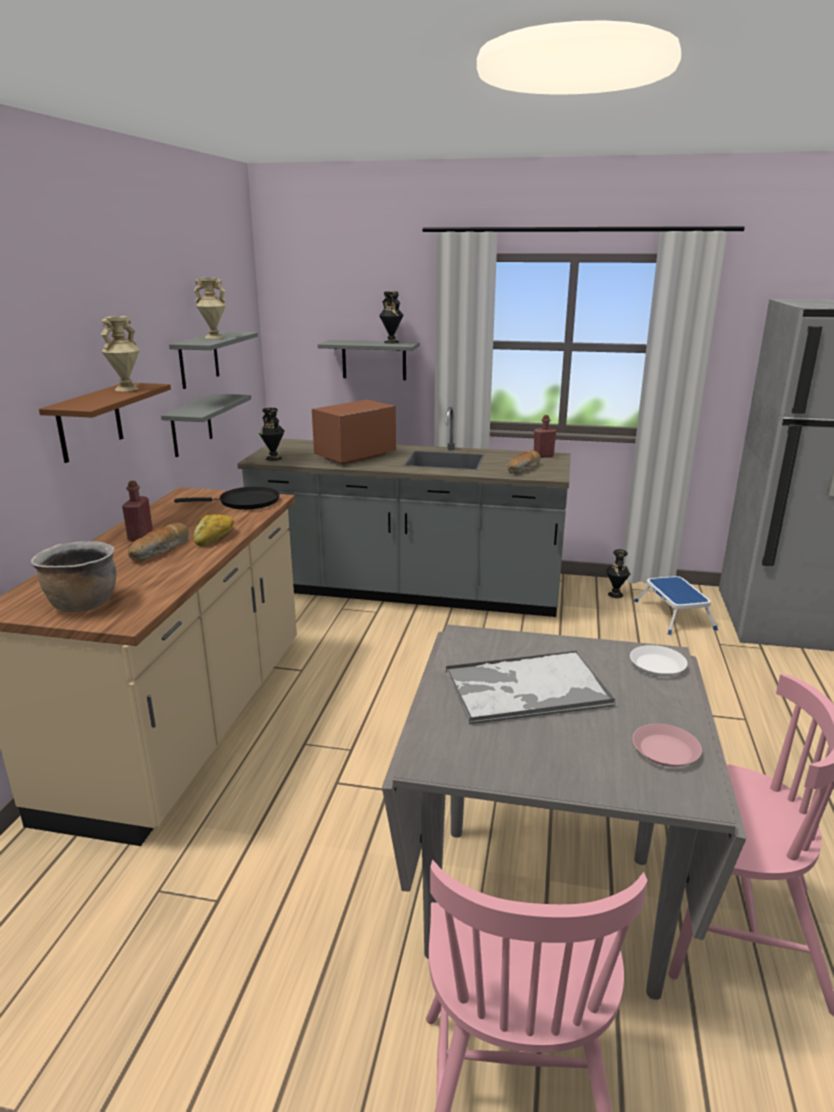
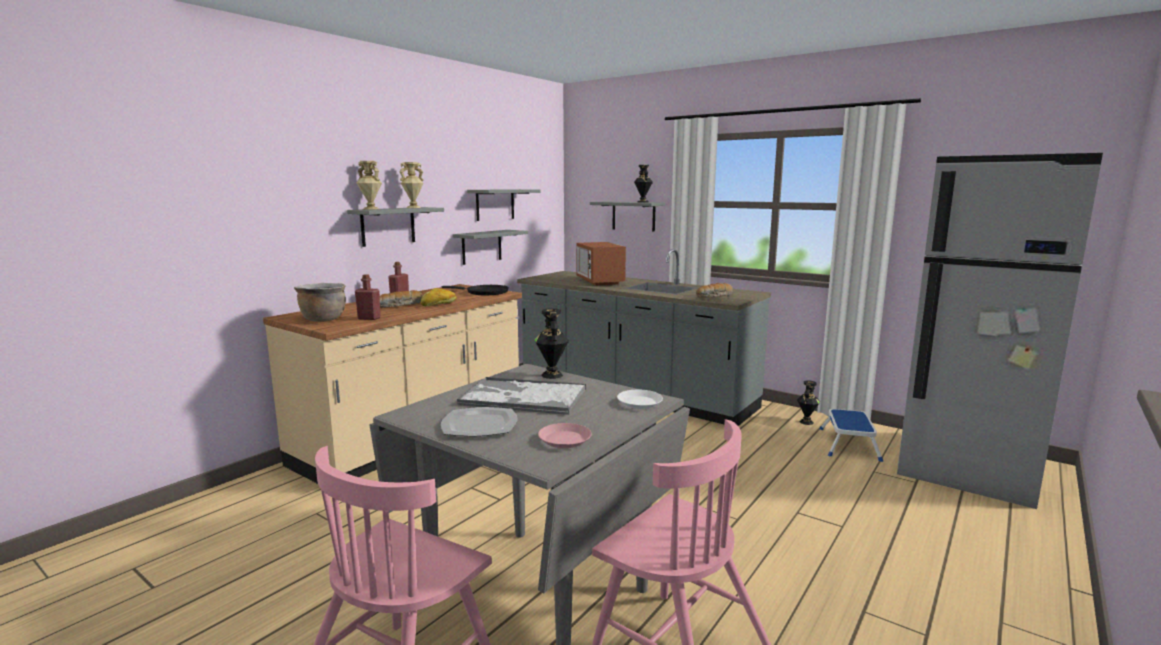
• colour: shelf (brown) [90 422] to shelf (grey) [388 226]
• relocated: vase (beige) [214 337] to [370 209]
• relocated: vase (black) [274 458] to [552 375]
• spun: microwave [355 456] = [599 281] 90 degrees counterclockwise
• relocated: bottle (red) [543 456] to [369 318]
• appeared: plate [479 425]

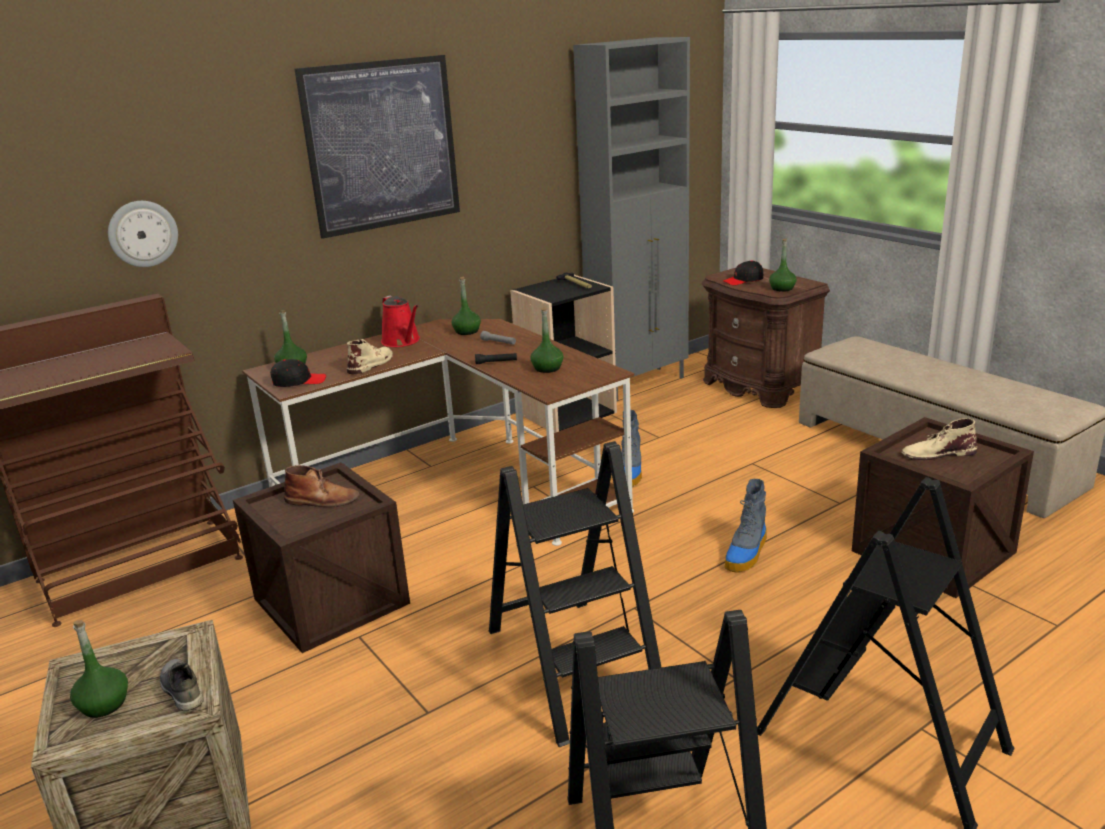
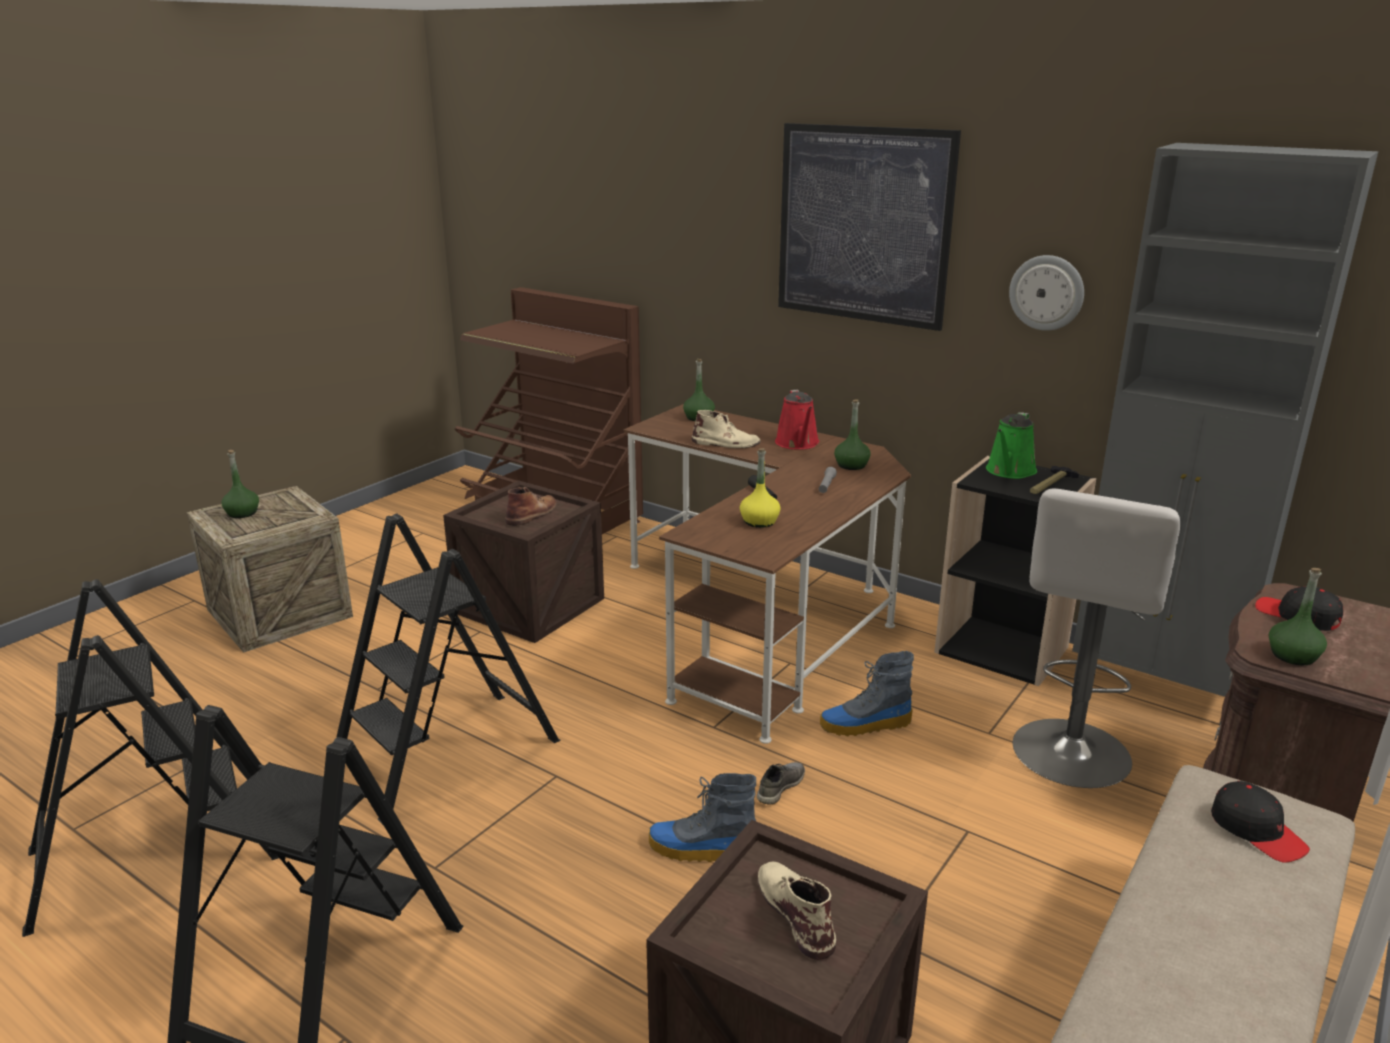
• relocated: wall clock [143 233] to [1047 292]
• relocated: shoe (grey) [181 691] to [779 787]
• relocated: cap (black) [298 381] to [1257 831]
• spun: boot (brown) [322 500] = [533 514] 135 degrees counterclockwise
• spun: watering can (red) [402 341] = [798 444] 45 degrees counterclockwise
• colour: bottle (green) [547 368] to bottle (yellow) [759 521]
• appeared: watering can (green) [1009 471]
• appeared: stool (white) [1069 753]

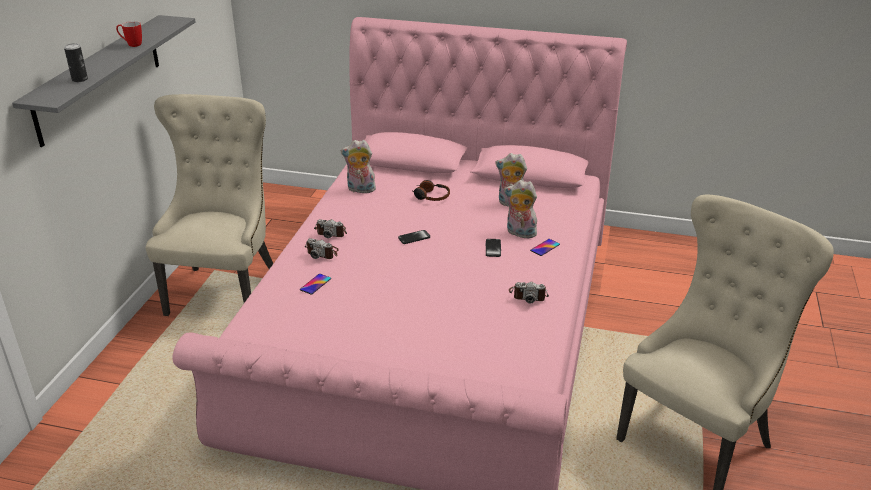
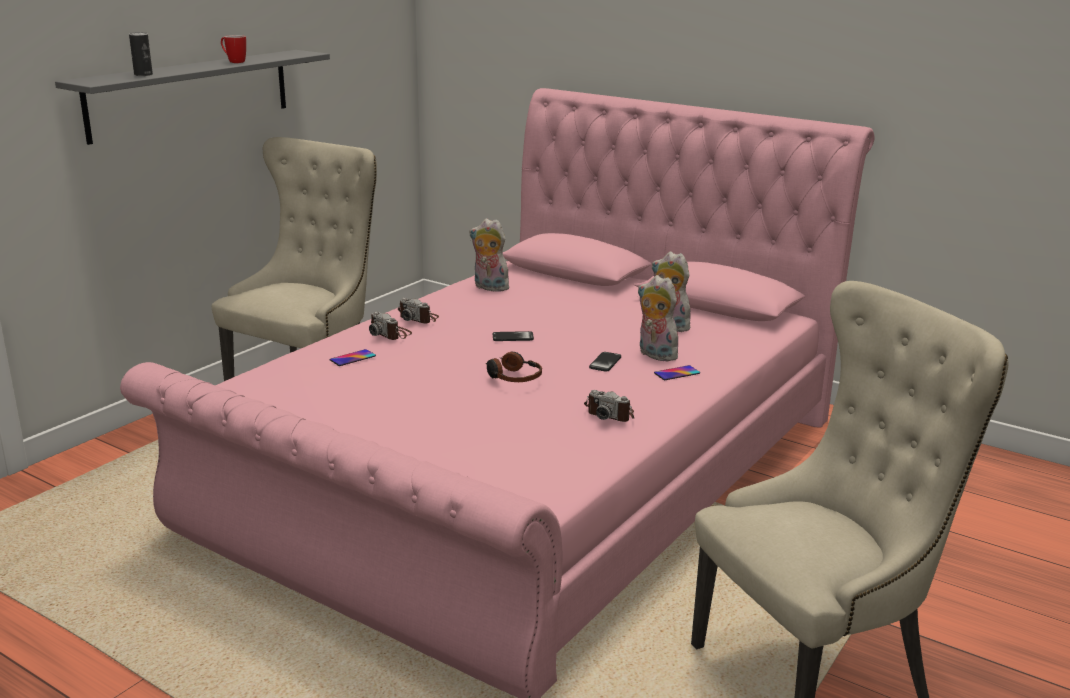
• relocated: headphones [431 196] to [513 377]

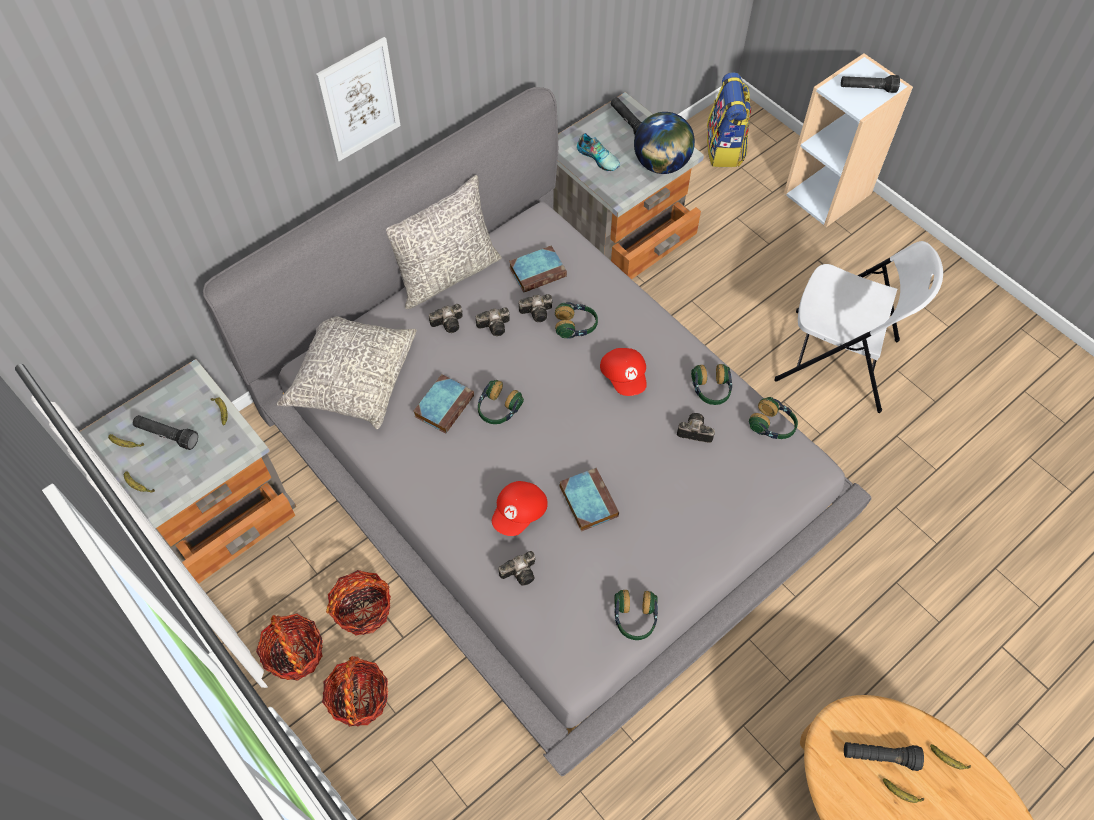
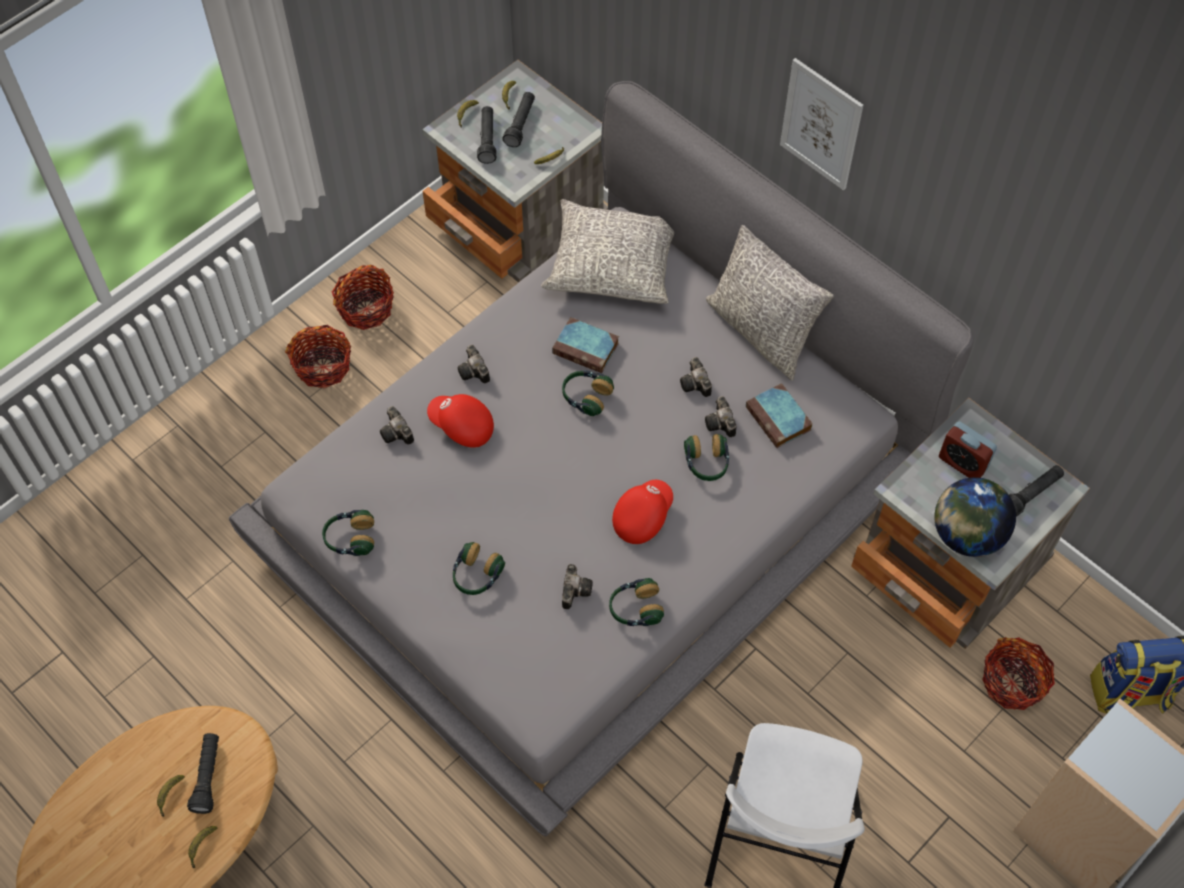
• relocated: basket [363 609] to [1012 682]
• relocated: photo camera [449 323] to [475 372]
• missing: book [587 500]
• exchanged: shoe [598 157] to alarm clock [962 463]
• spun: cap (red) [624 377] = [642 516] 150 degrees clockwise
• relocated: headphones [772 425] to [476 576]
• relocated: flashlight (black) [867 89] to [487 139]

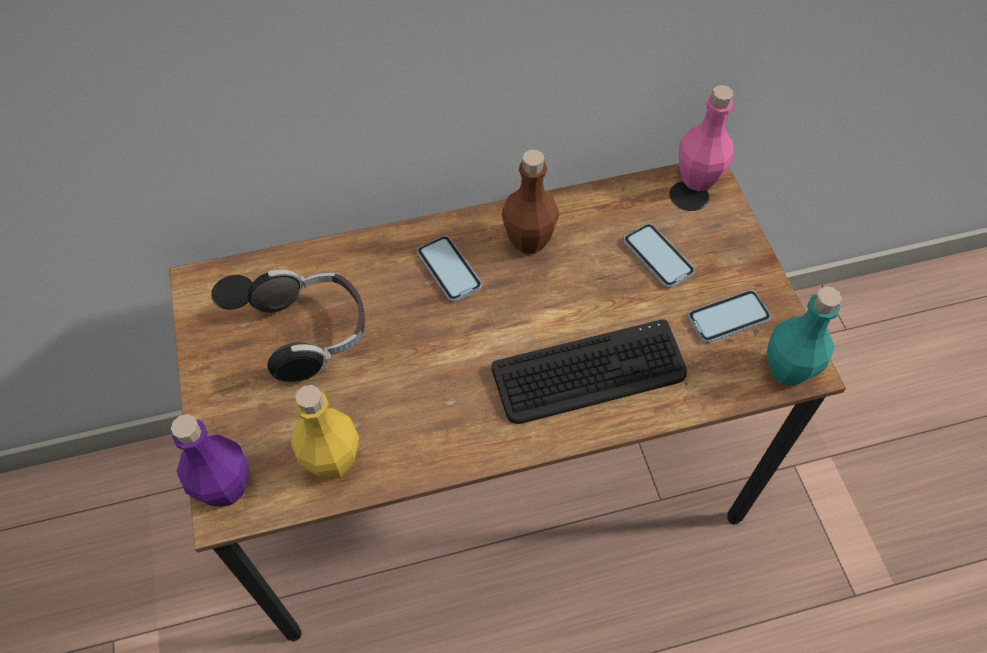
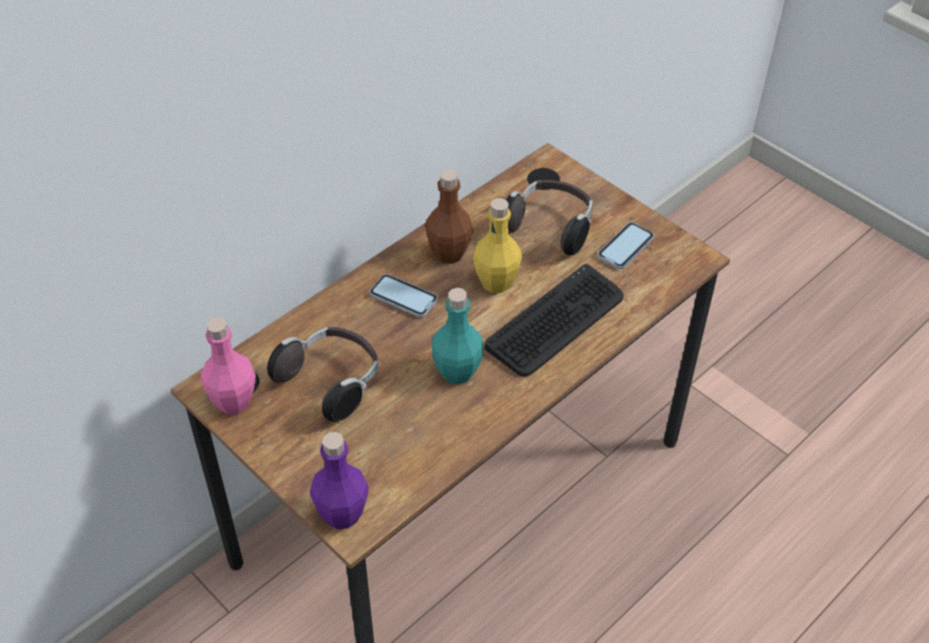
• relocated: bottle (yellow) [332 461] to [496 282]
• exchanged: phone [658 257] to headphones [550 227]
• relocated: bottle (pink) [698 179] to [233 401]
• relocated: bottle (turquoise) [787 369] to [457 372]

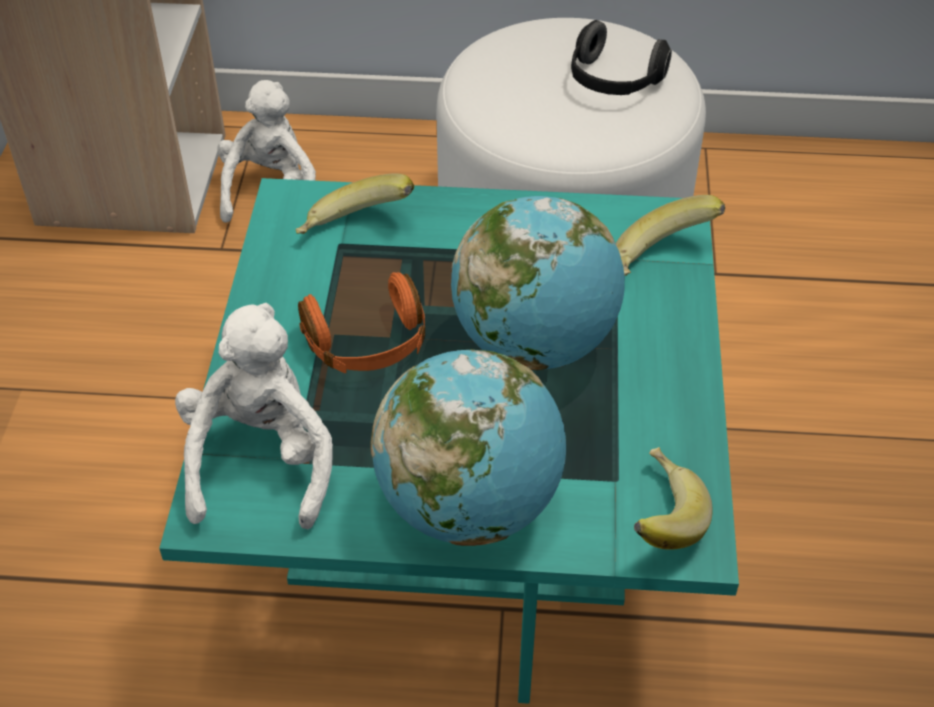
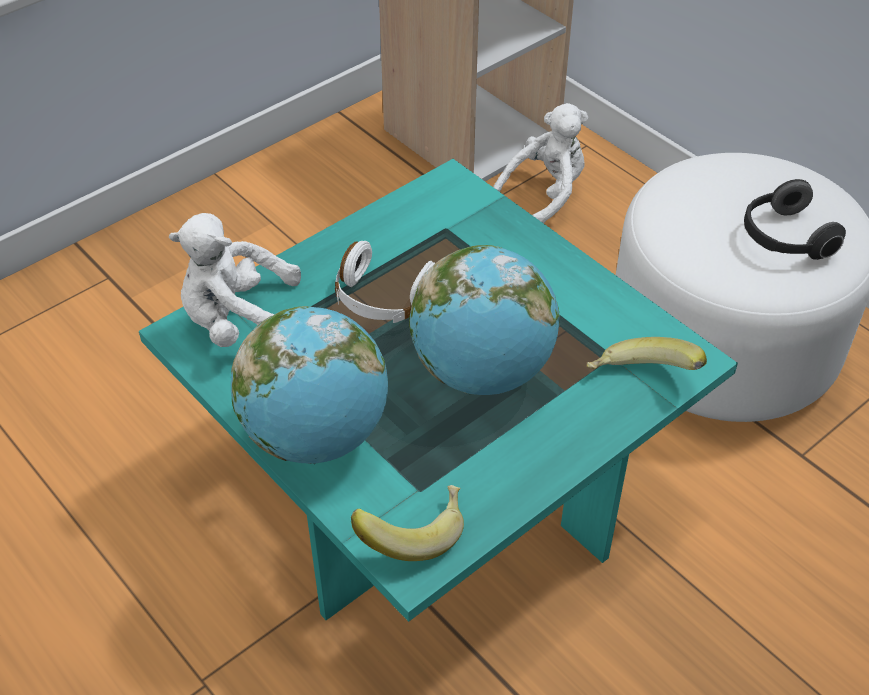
• spun: plush toy (white) [261 461] = [242 323] 150 degrees counterclockwise
• missing: banana [355 230]
• colour: headphones (orange) [368 344] to headphones (white) [383 300]

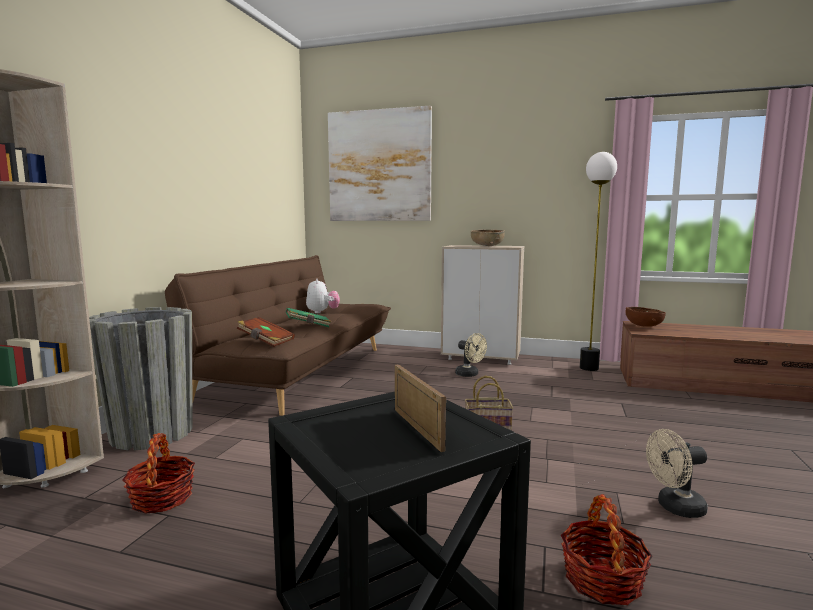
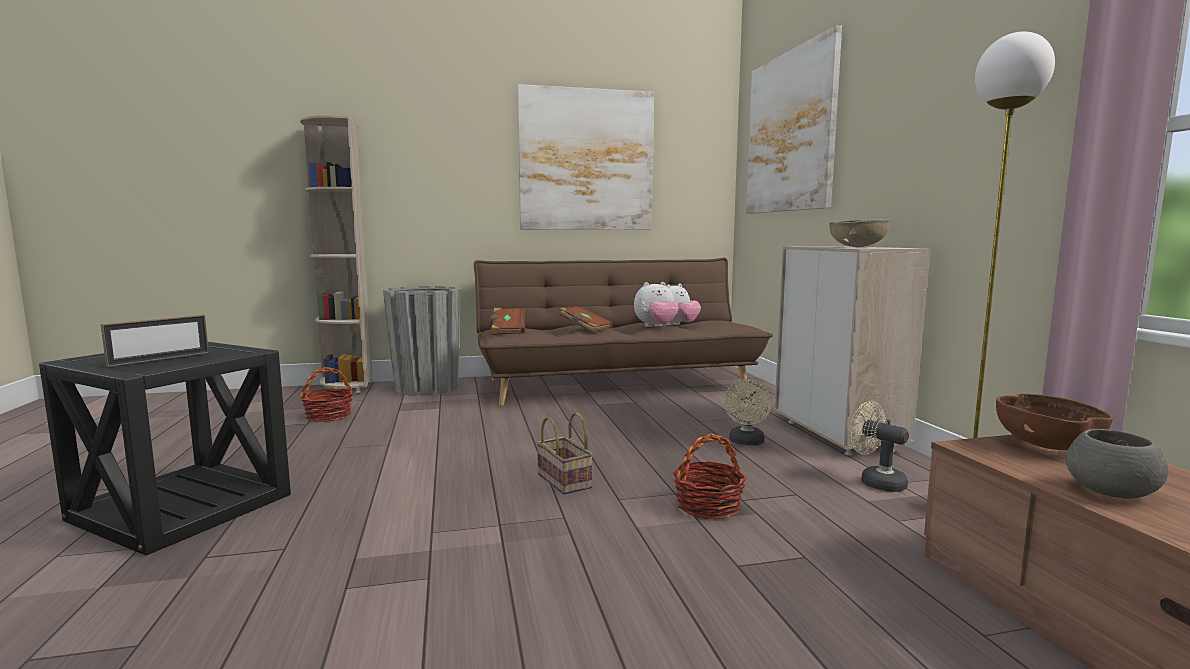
• colour: book (green) [308 326] to book (brown) [585 329]
• relocated: basket [602 580] to [708 506]
• relocated: fan (beige) [675 508] to [876 482]
• appeared: picture [586 160]
• appeared: plush toy [656 327]
• appeared: bowl (grey) [1109 492]

